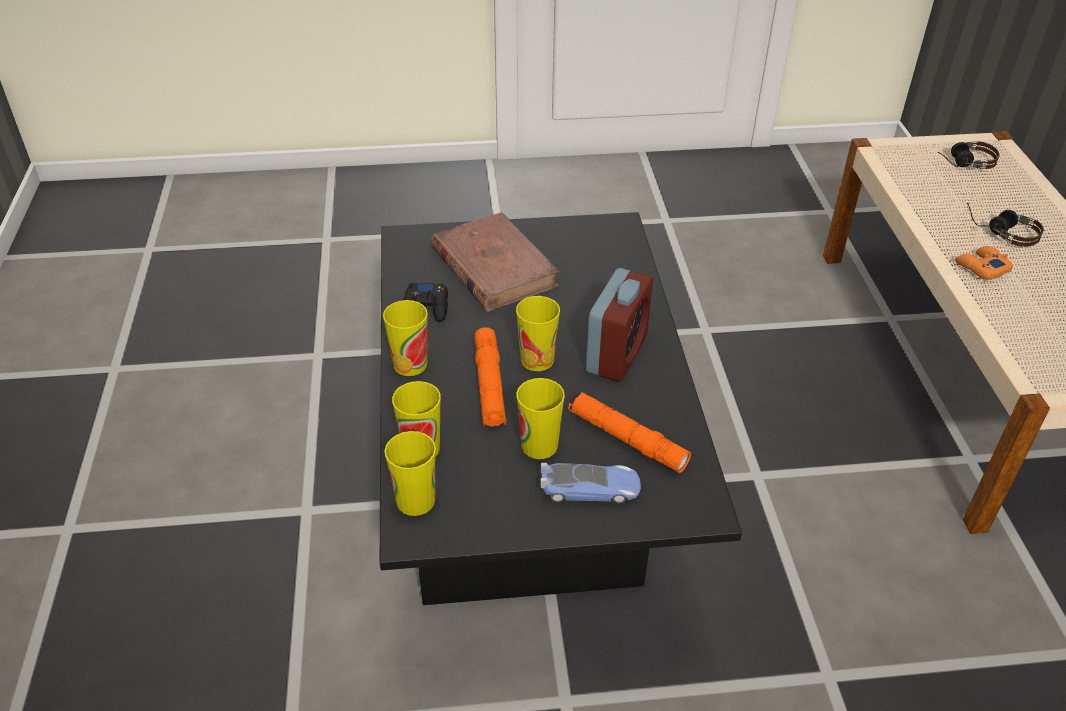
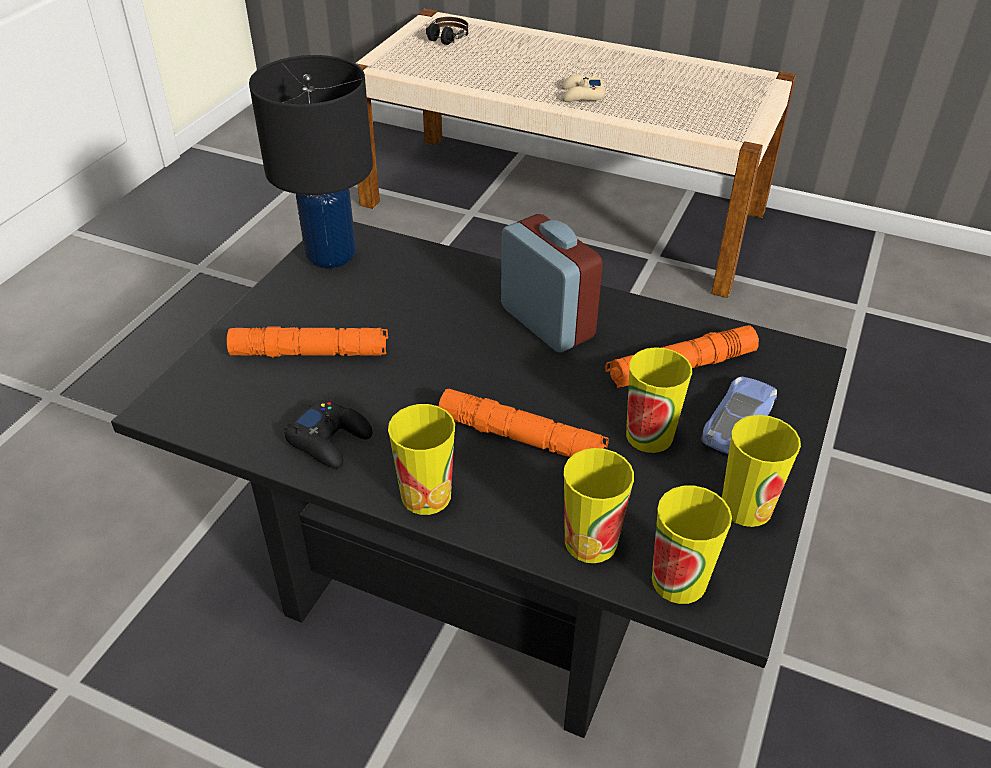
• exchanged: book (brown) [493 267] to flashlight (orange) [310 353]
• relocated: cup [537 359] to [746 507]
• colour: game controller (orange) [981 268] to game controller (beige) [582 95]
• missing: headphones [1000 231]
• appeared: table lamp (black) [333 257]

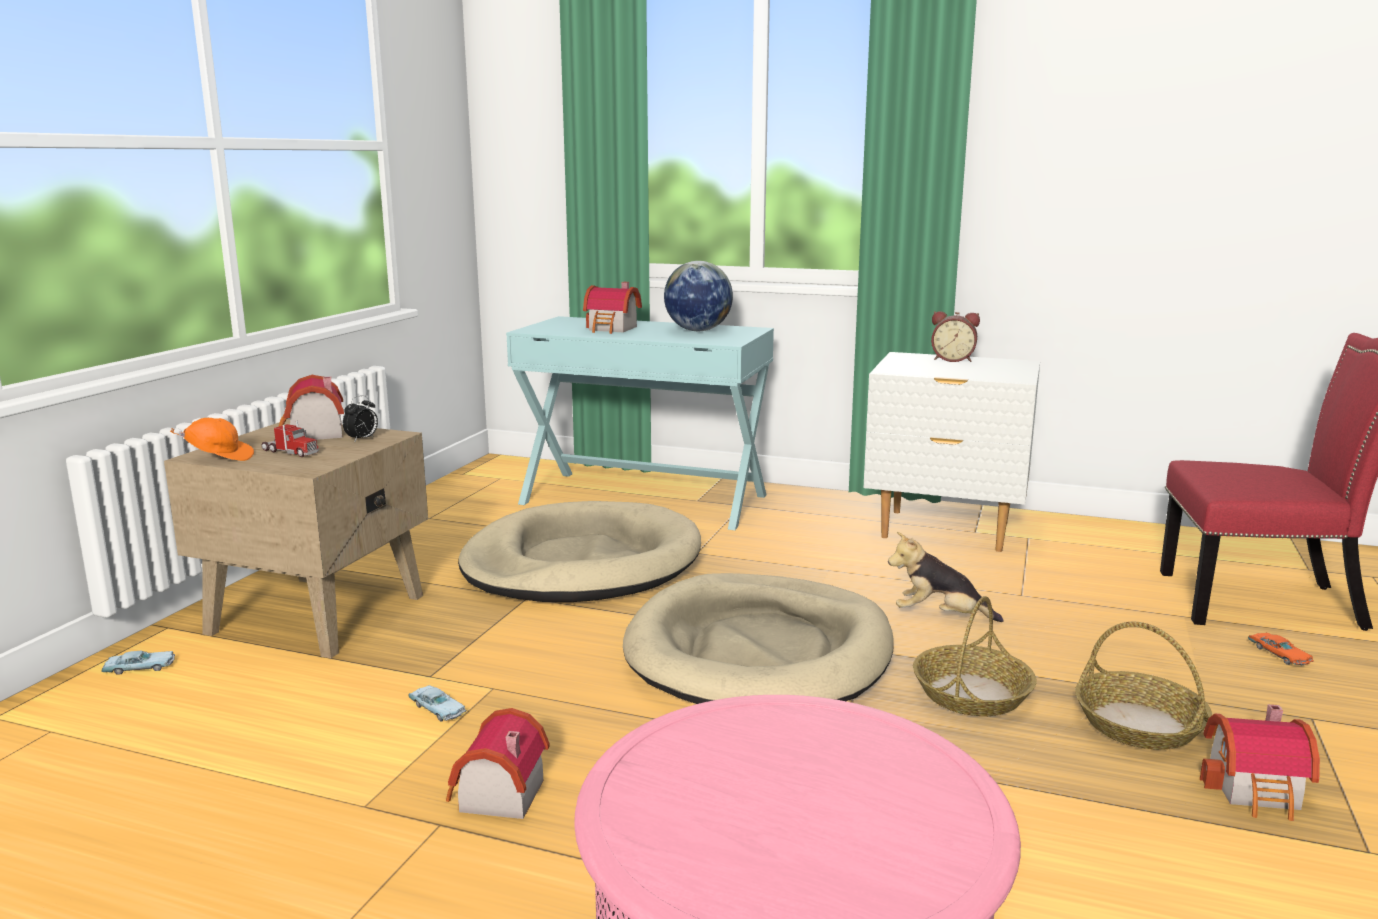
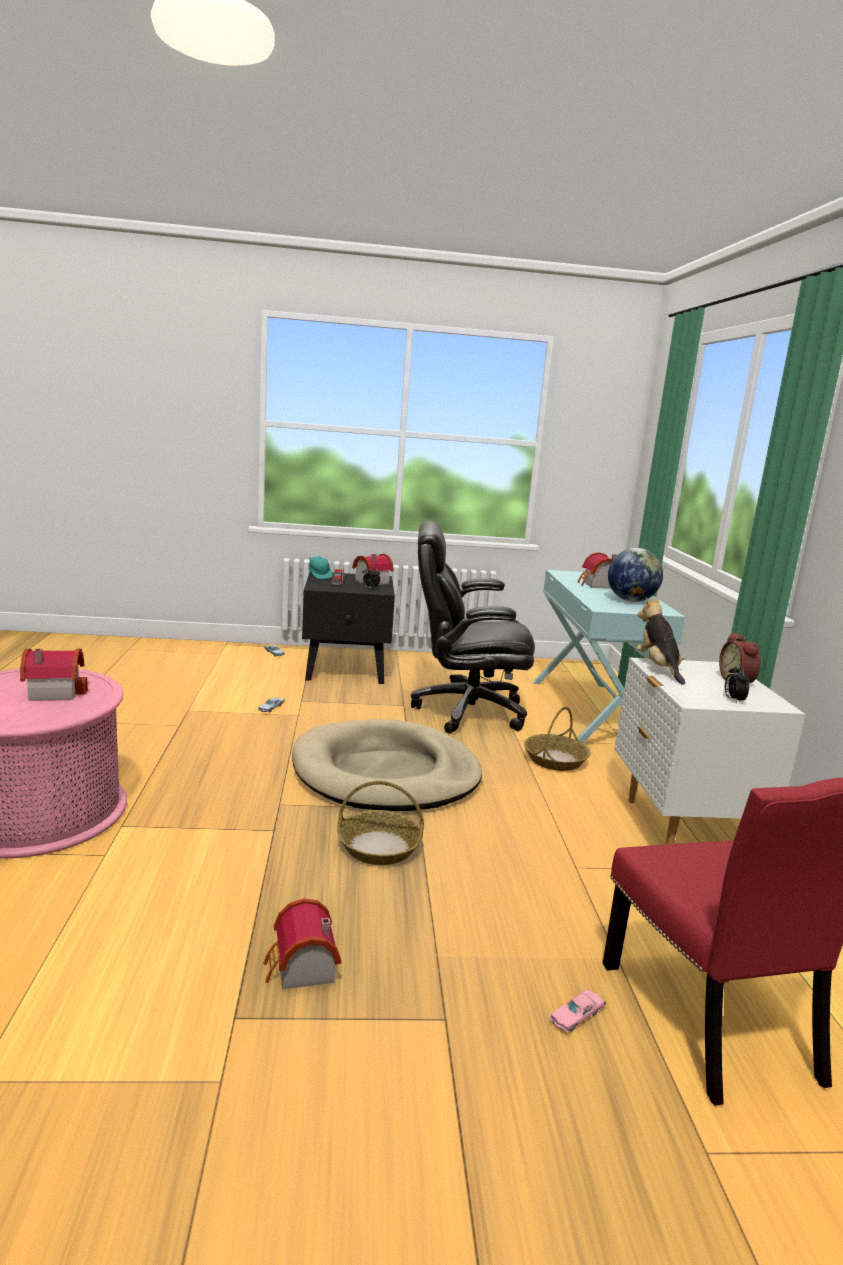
• colour: nightstand (beige) [319 613] to nightstand (black) [346 669]
• colour: cap (orange) [219 458] to cap (turquoise) [320 576]
• relocated: toy house [495 796] to [53 691]
• exchanged: dog bed (beige) [582 563] to office chair (black) [463 711]
• relocated: plush toy [939 616] to [658 668]
• relocated: basket [1139 725] to [555 760]
• colour: toy car (orange) [1279 654] to toy car (pink) [576 1015]
• appeared: alarm clock [733 700]

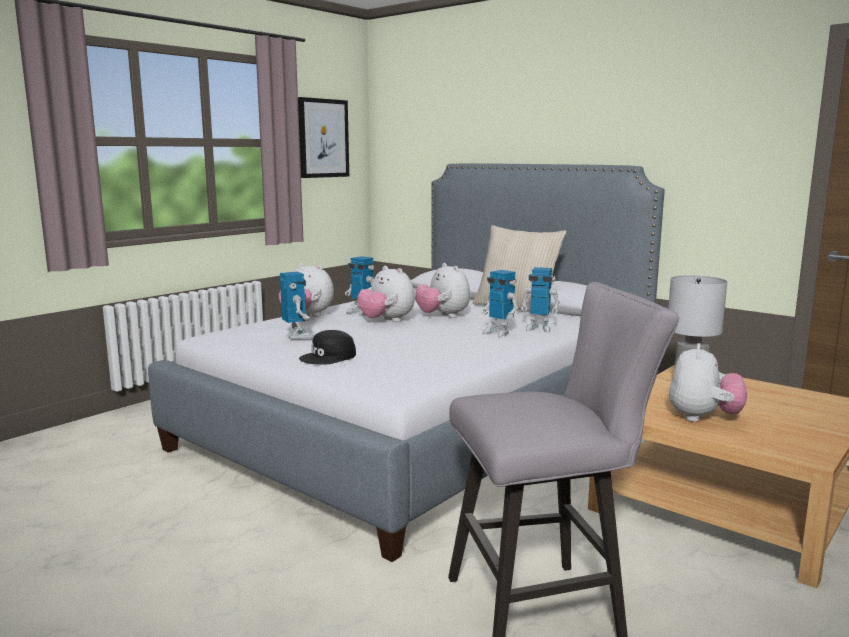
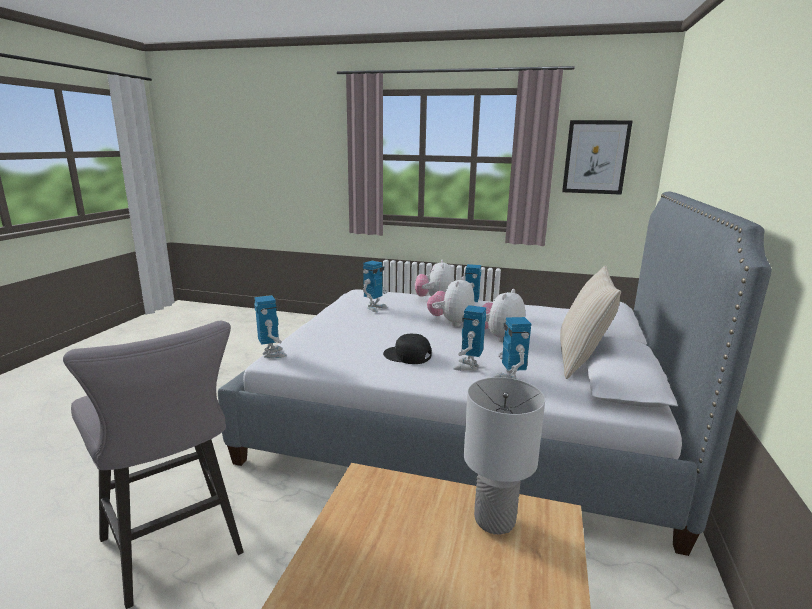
• relocated: cap (black) [328 357] to [407 355]
• missing: plush toy [703 418]
• appeared: toy robot [272 354]

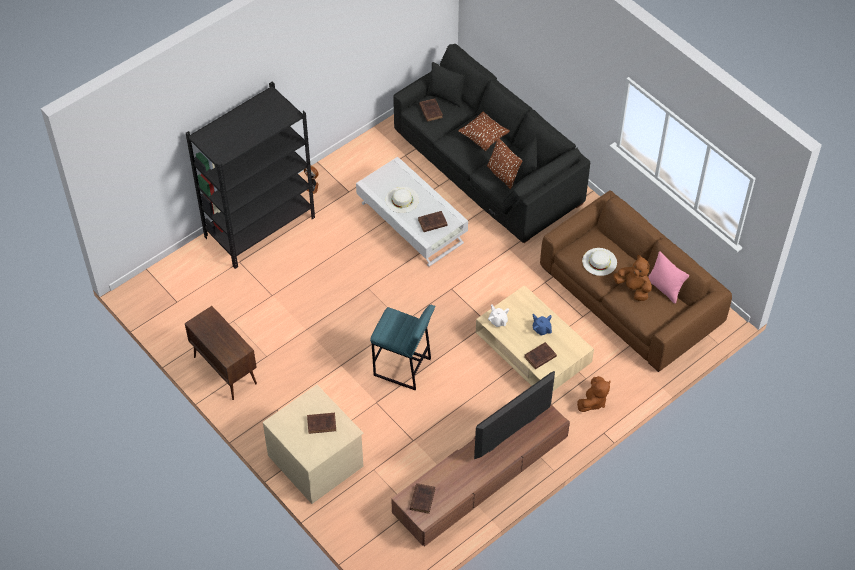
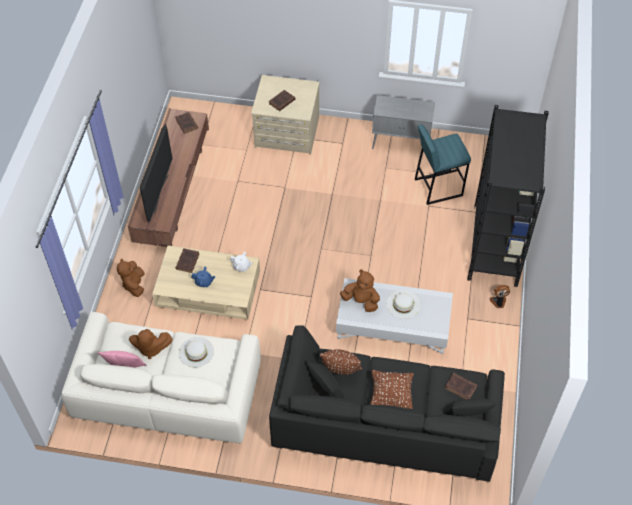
• colour: cabinet (brown) [224 370] to cabinet (grey) [401 143]
• relocated: stool (turquoise) [403 367] to [437 188]
• exchanged: book (brown) [431 223] to plush toy (brown) [361 301]
• colour: sofa (brown) [631 294] to sofa (white) [167 390]

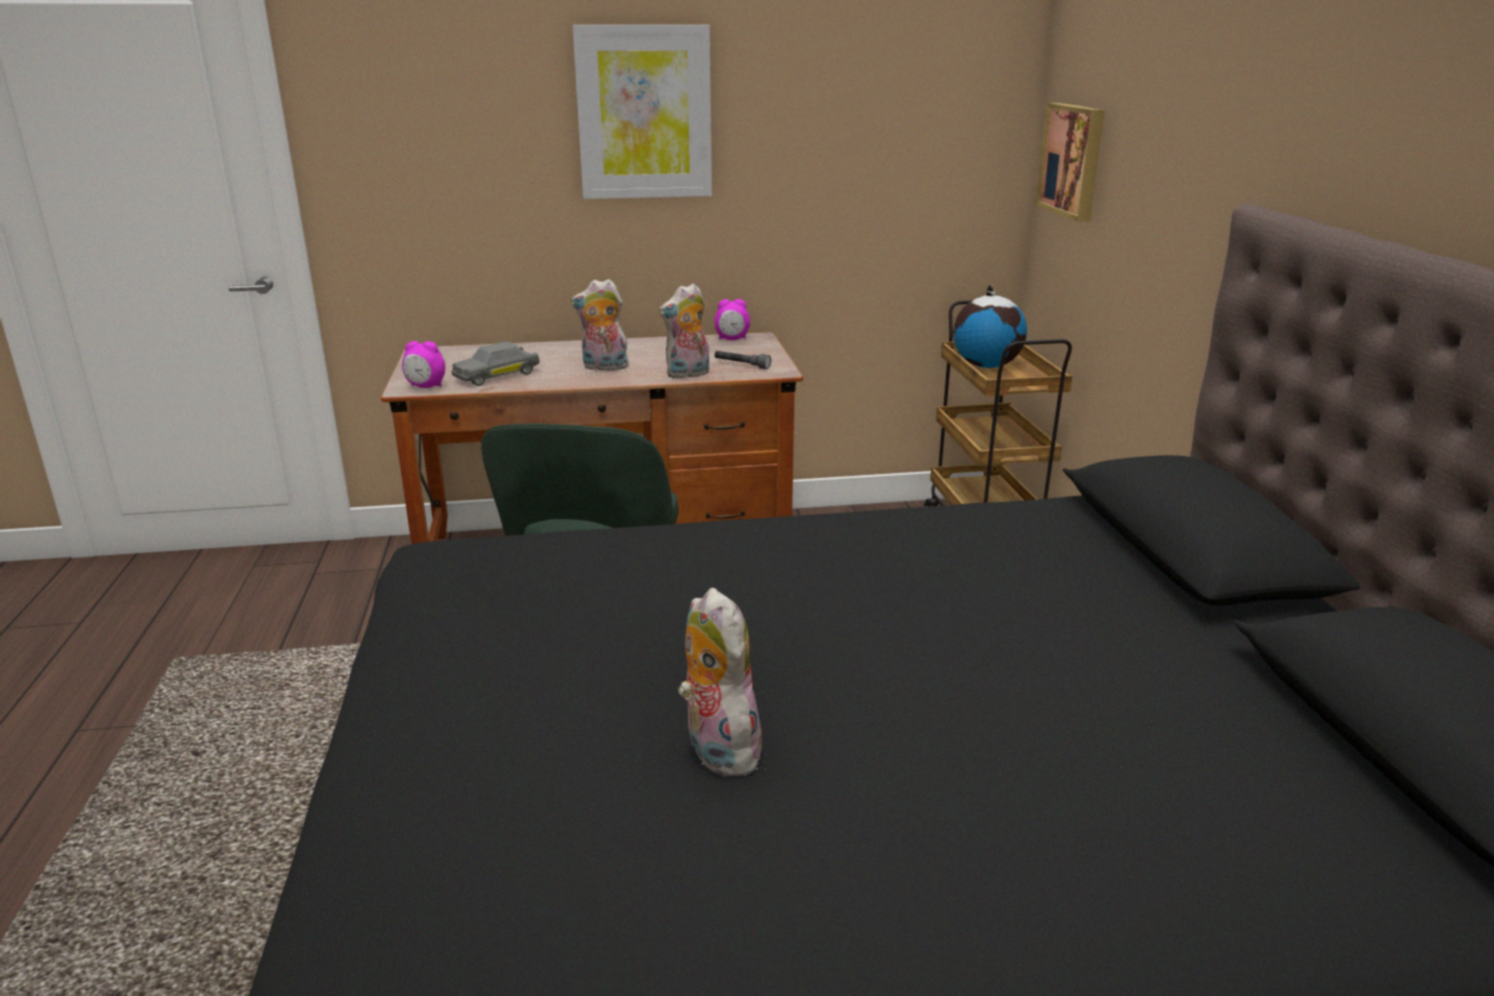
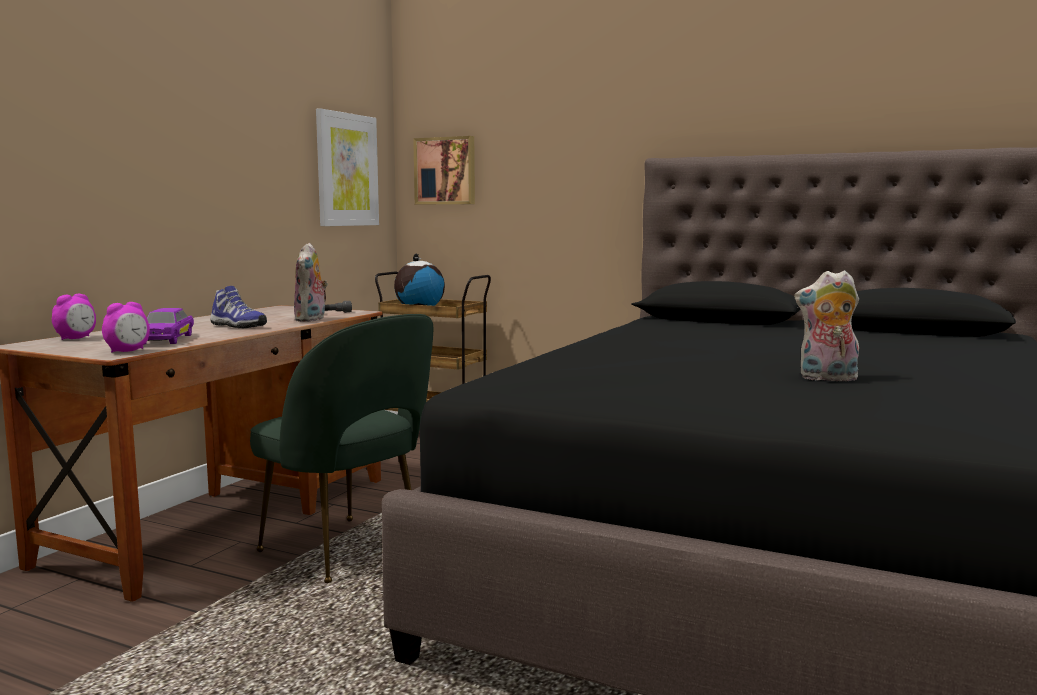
• colour: toy car (grey) [497 376] to toy car (purple) [166 339]
• exchanged: plush toy [604 367] to shoe [237 326]
• relocated: picture [644 113] to [347 170]
• relocated: alarm clock [732 339] to [76 338]

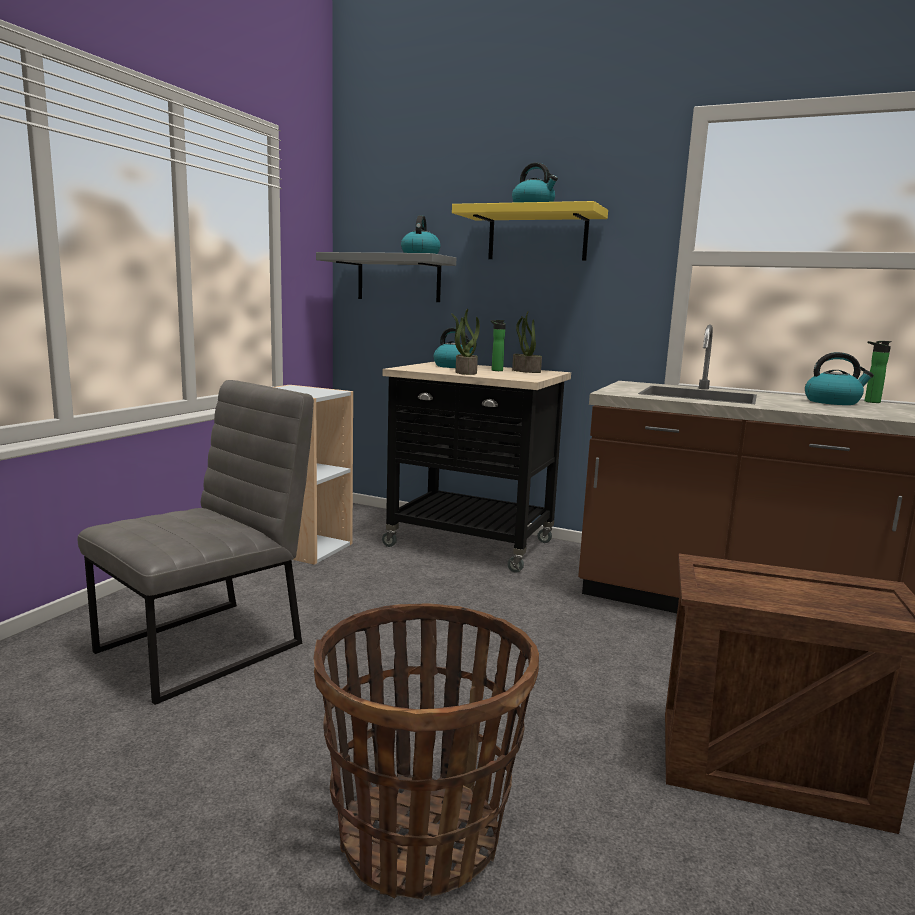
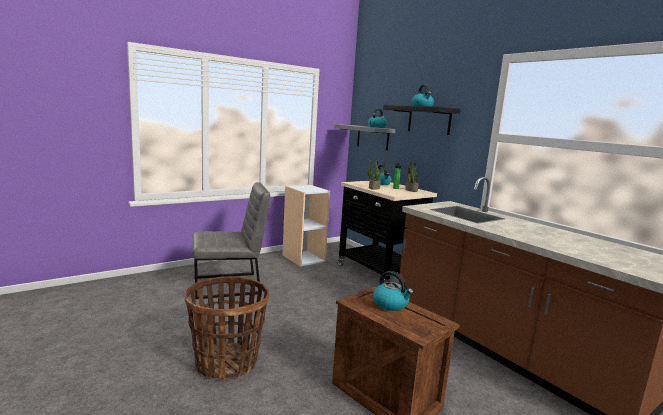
• colour: shelf (yellow) [537 235] to shelf (black) [429 120]
• relocated: kettle [833 402] to [391 304]
• missing: bottle [869 402]

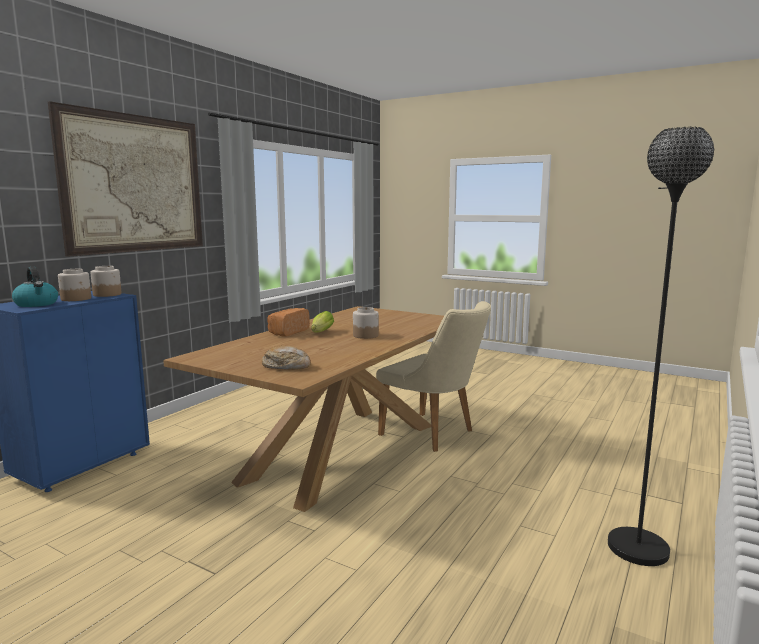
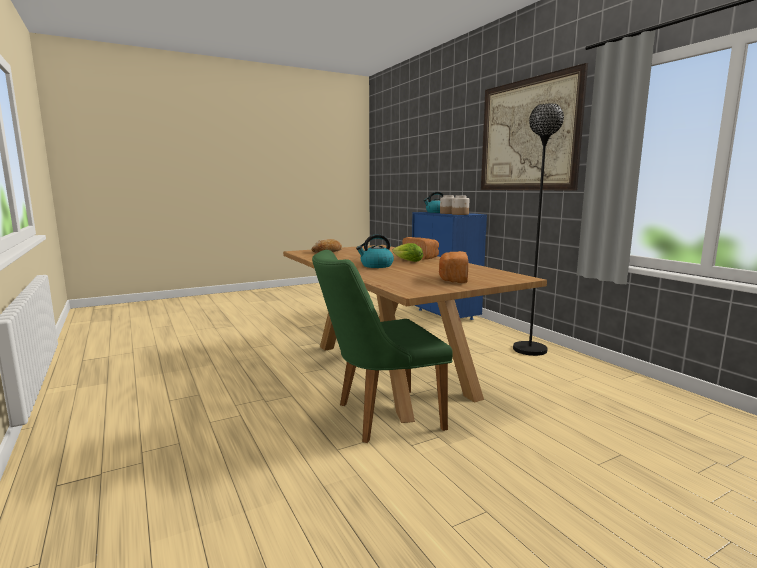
• exchanged: jar [365 335] to kettle [376 266]
• colour: chair (beige) [434 434] to chair (green) [379 416]
• relocated: floor lamp (black) [637 548] to [529 349]
• appeared: bread [452 279]

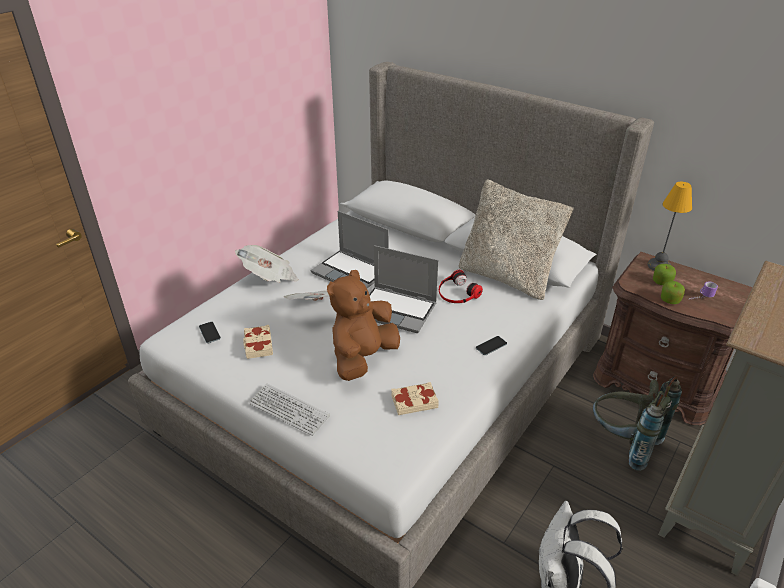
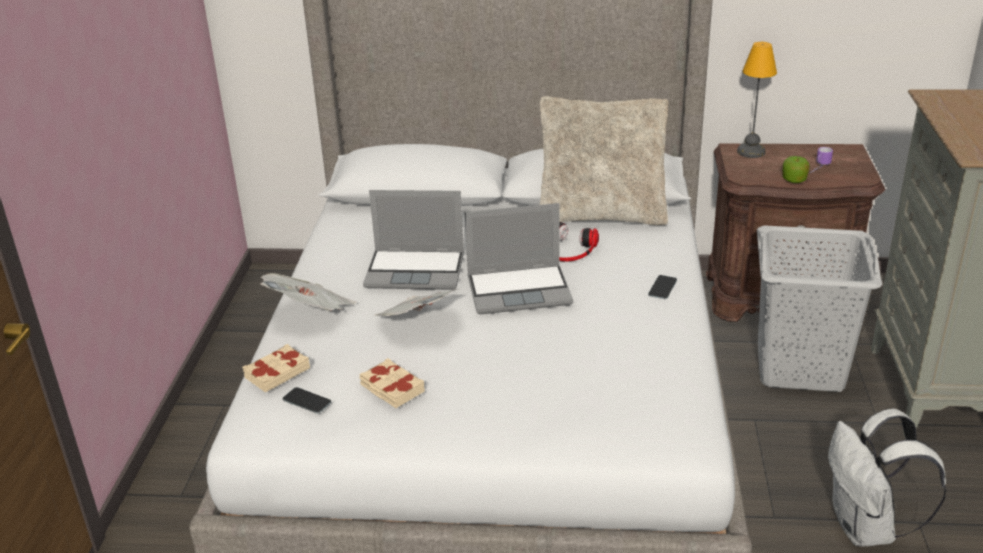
• missing: keyboard [289 410]
• missing: plush toy (brown) [363 358]
• relocated: book (beige) [414 401] to [276 372]
• exchanged: backpack (grey) [623 443] to laundry basket (grey) [800 368]
• missing: apple [662 282]

